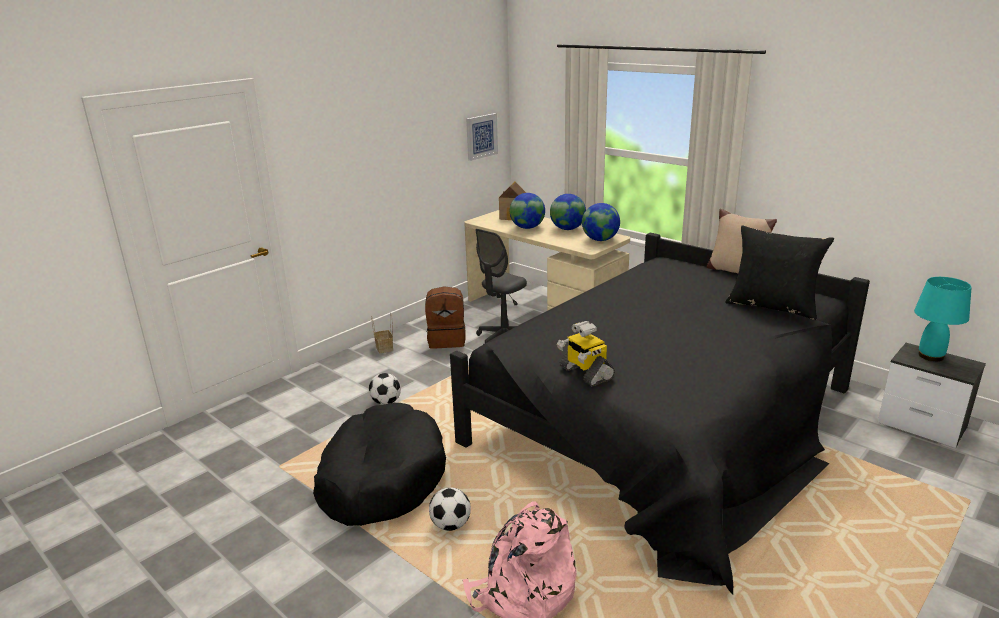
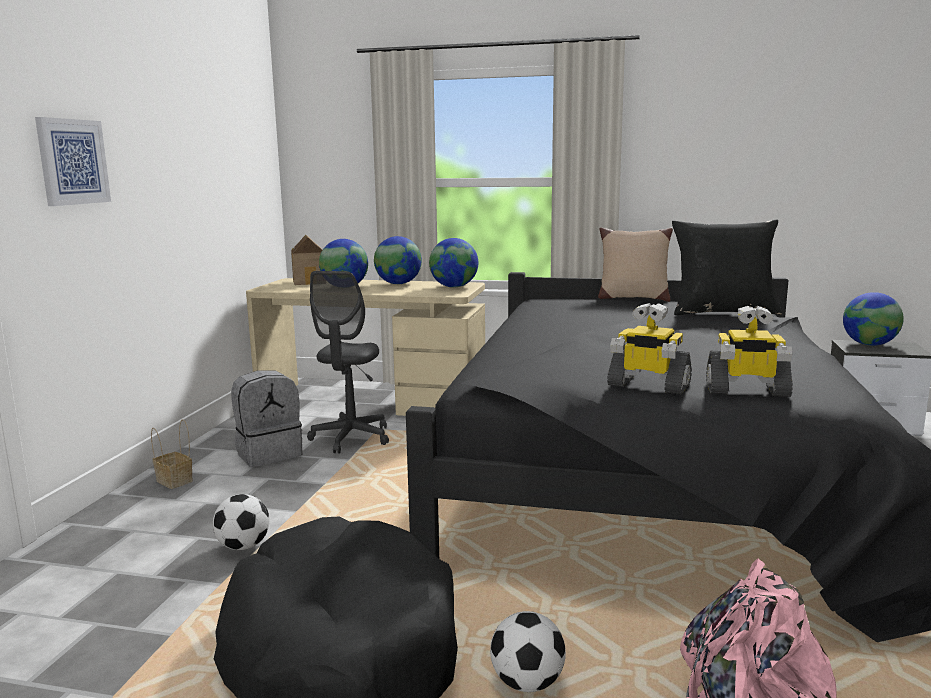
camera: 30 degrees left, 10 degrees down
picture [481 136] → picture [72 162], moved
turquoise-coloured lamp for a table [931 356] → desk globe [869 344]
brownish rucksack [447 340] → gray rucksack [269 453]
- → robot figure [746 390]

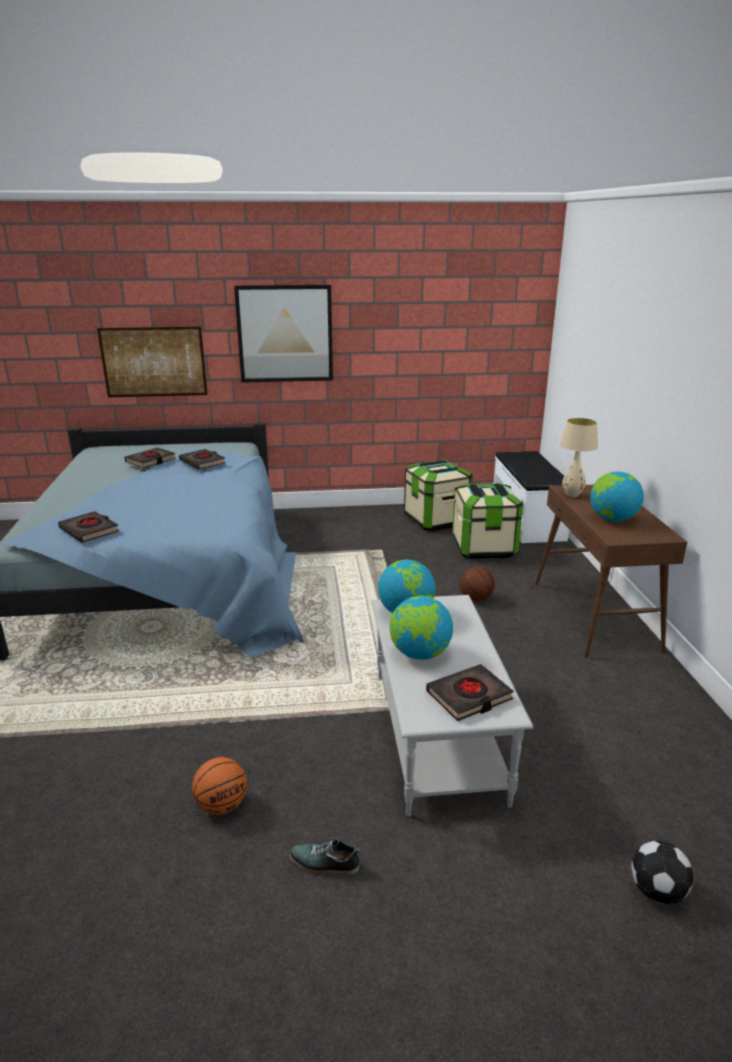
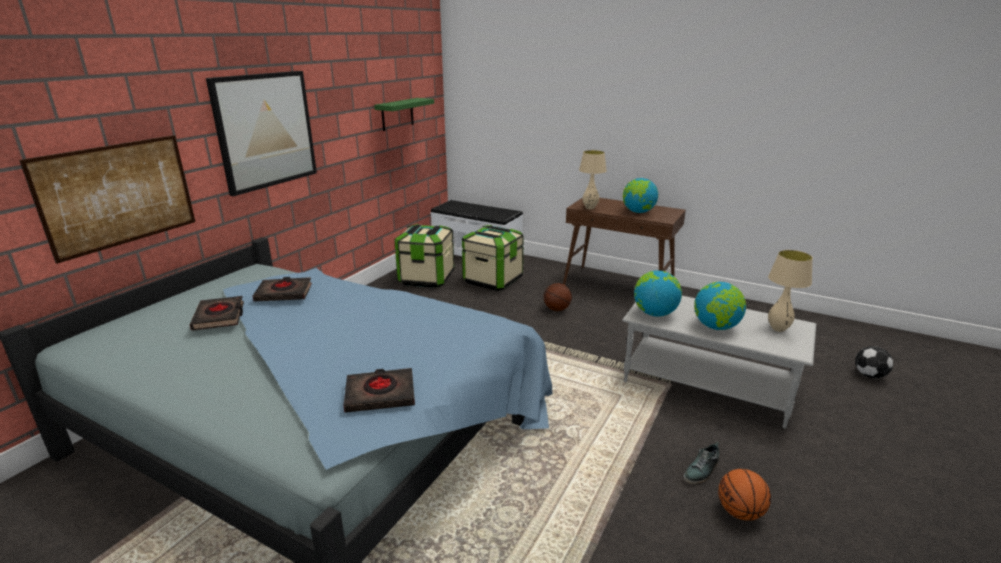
camera: 55 degrees left, 0 degrees up
black bound book [469 696] → beige lamp for a table [778 329]
low shoe [324 863] → low shoe [701 471], moved
- → green wall shelf [397 114]

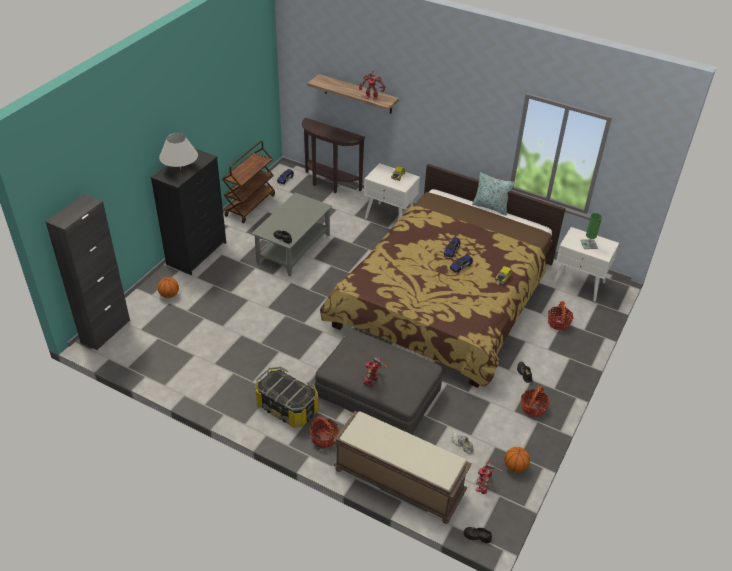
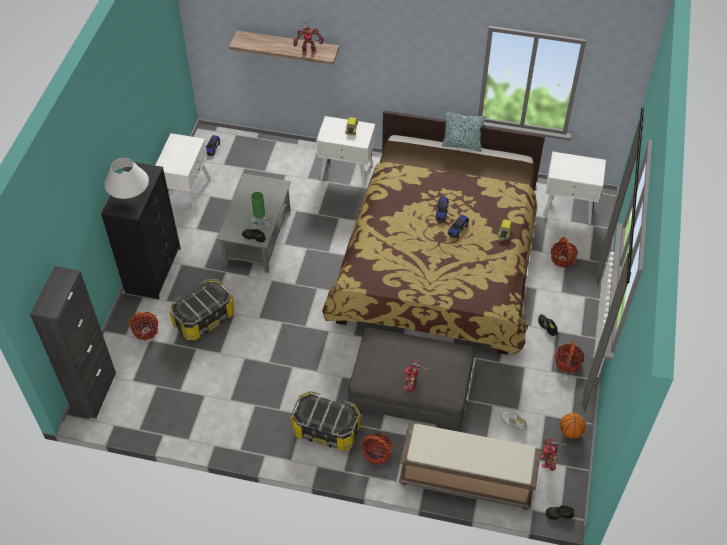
camera: 15 degrees left, 10 degrees up
brownish console table [329 184] → -
brownish wheeled cart [250 205] → whitish bedside table [186 192]
green lamp for a table [588 244] → green lamp for a table [260 222], moved
ball for basketball [169 295] → household basket [145 330]
- → storage container [204 318]

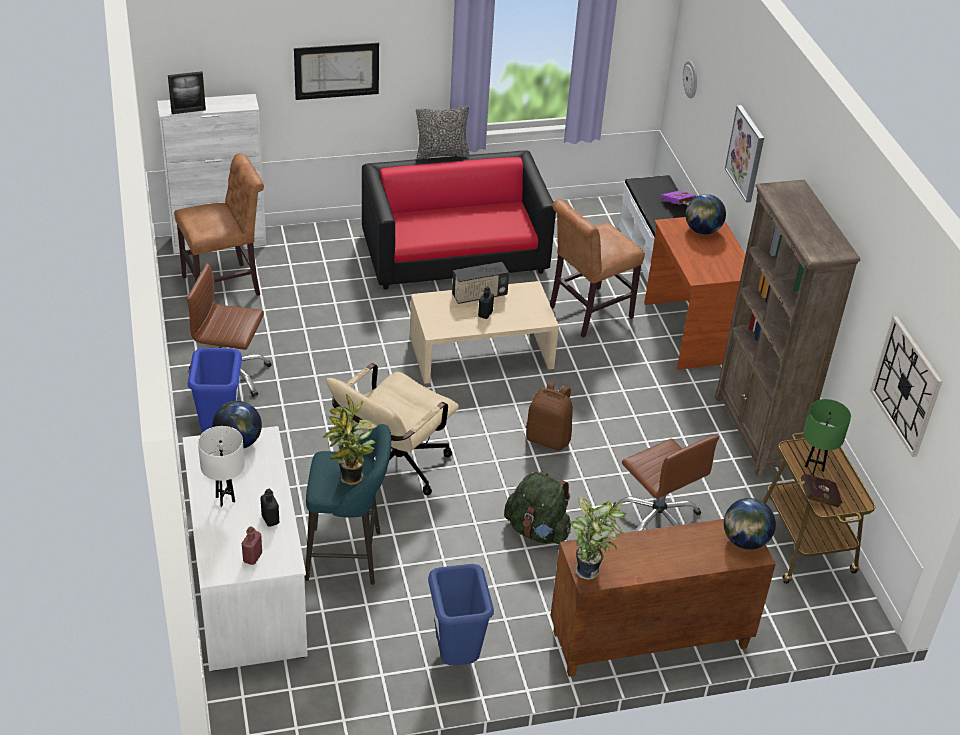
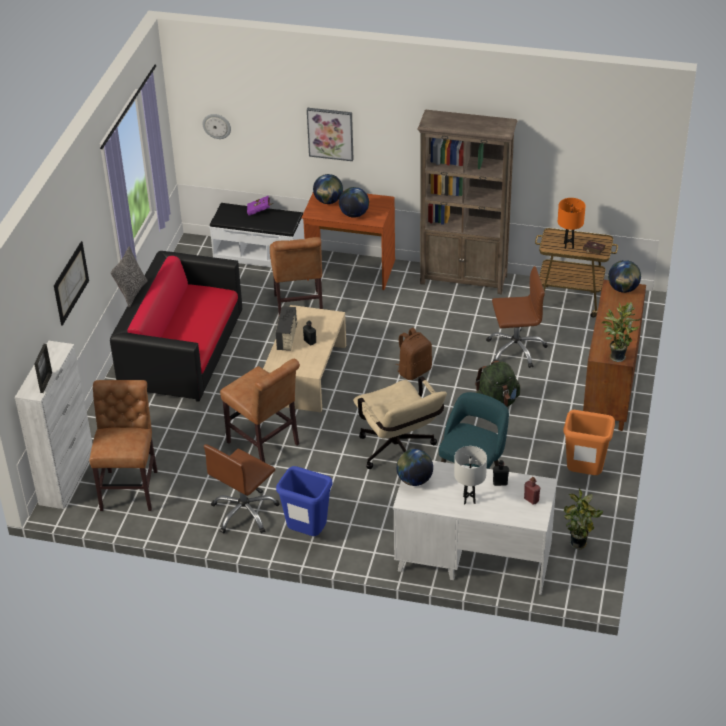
camera: 60 degrees left, 0 degrees up
clock on the wall [906 386] → -
plant in a pot [350 479] → plant in a pot [580 545], moved
green lamp for a table [814 469] → orangey lamp for a table [568 245]
blue-coloured waste bin [456 656] → orangey waste bin [584 474]
- → desk globe [354 214]
- → brownish chair [265 445]

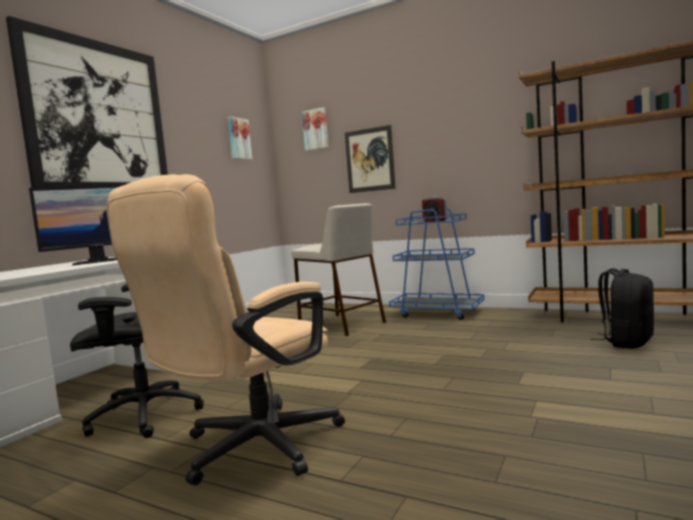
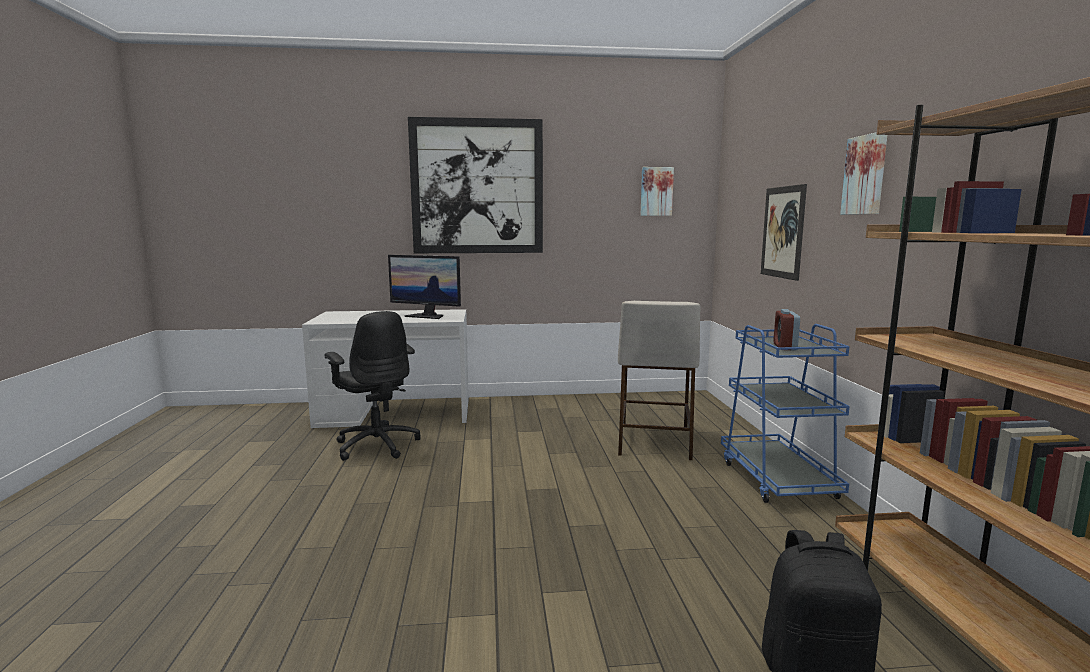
camera: 55 degrees right, 5 degrees up
picture [316 129] → picture [866 175], moved
beige computer chair [248 450] → -

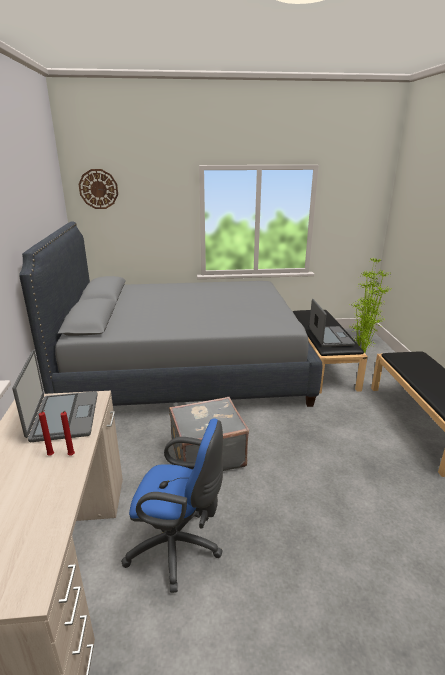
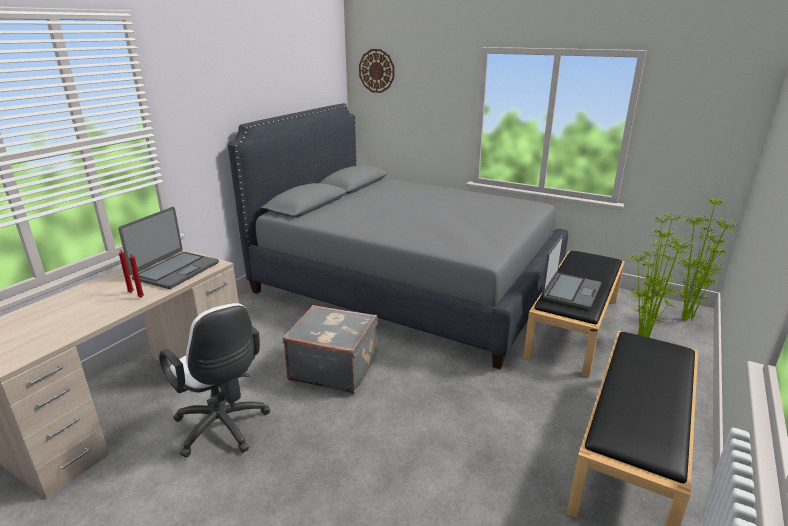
camera: 35 degrees right, 0 degrees up
blue-coloured computer chair [178 548] → whitish computer chair [224 428]

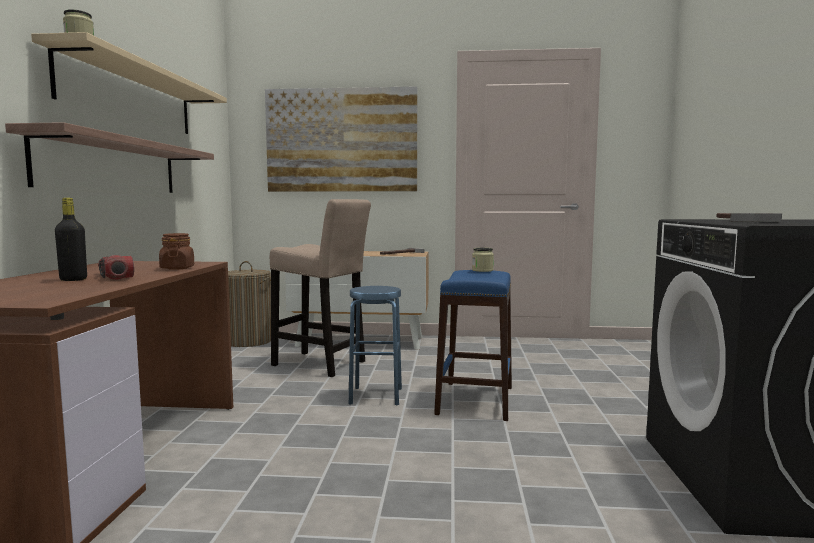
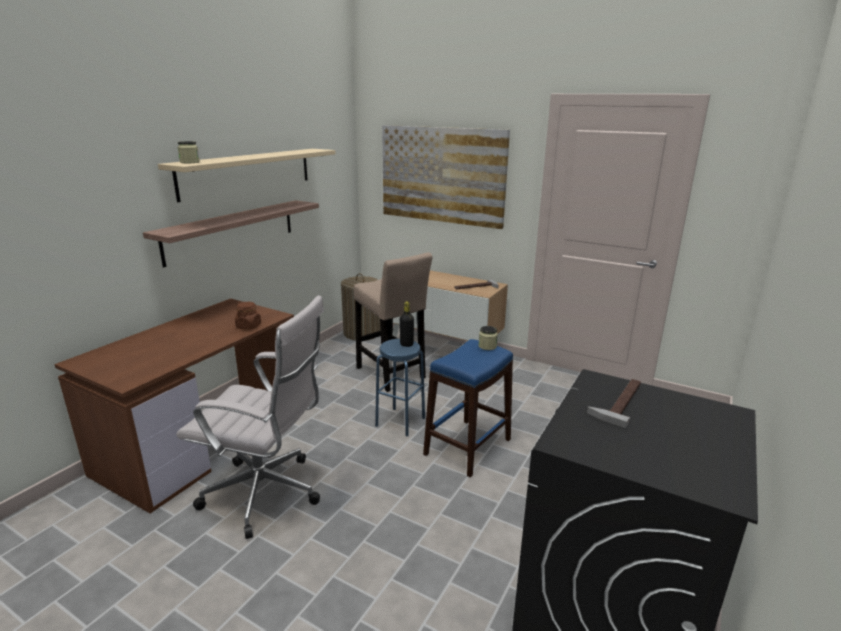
camera: 25 degrees right, 15 degrees up
black drink bottle [73 279] → black drink bottle [406 344], moved
torch [113 277] → -
- → whitish computer chair [267 494]

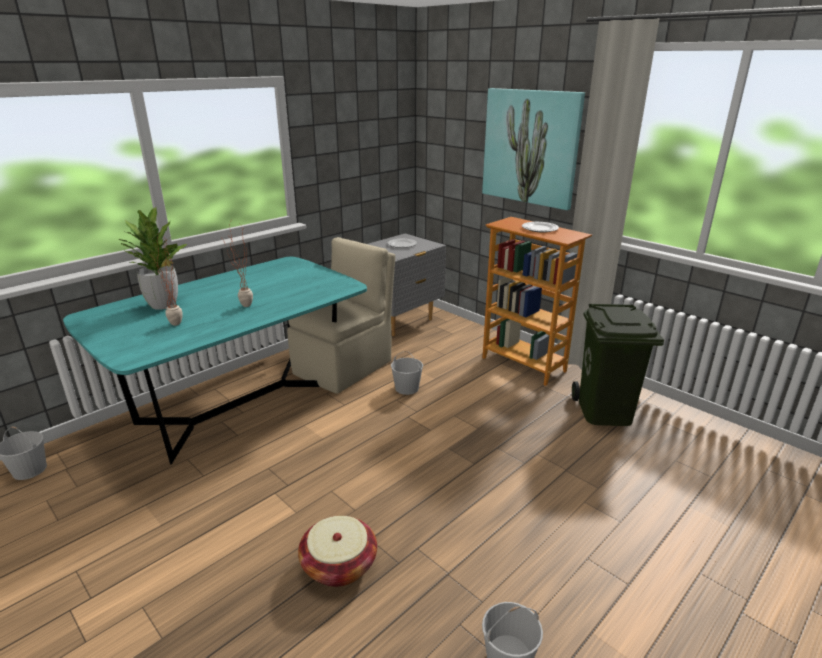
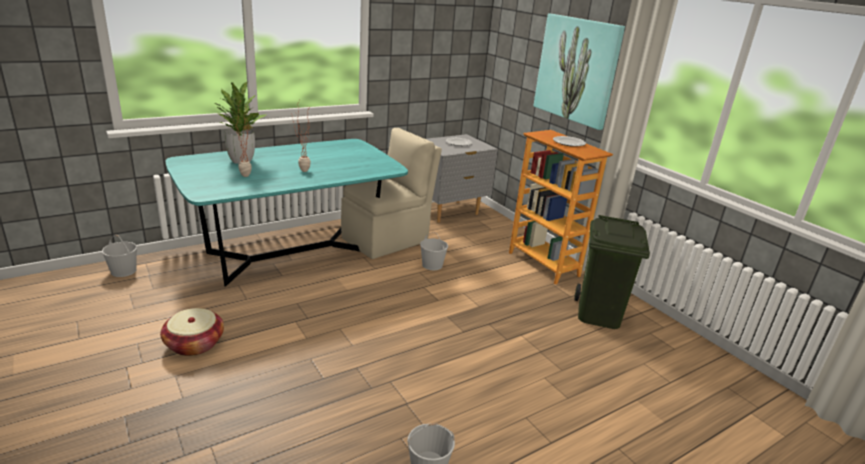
camera: 10 degrees right, 0 degrees up
household basket [339 565] → household basket [194 344], moved

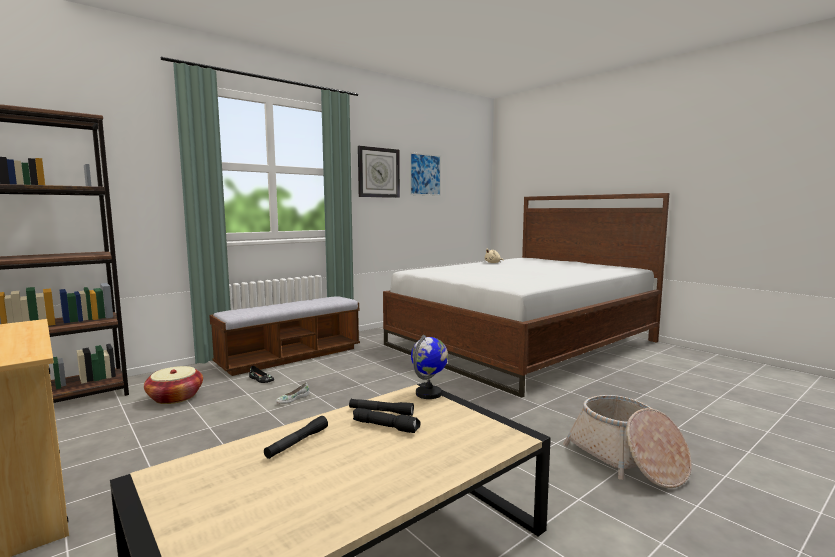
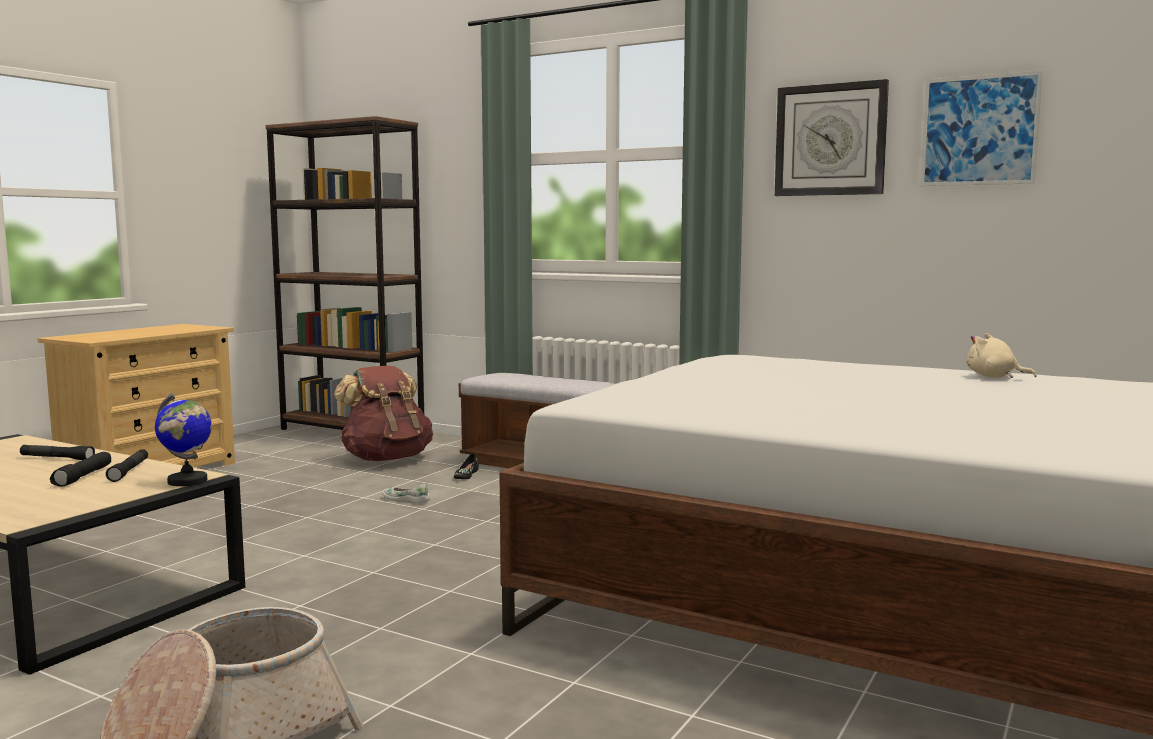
camera: 70 degrees right, 0 degrees up
household basket [175 397] → brownish rucksack [386 459]

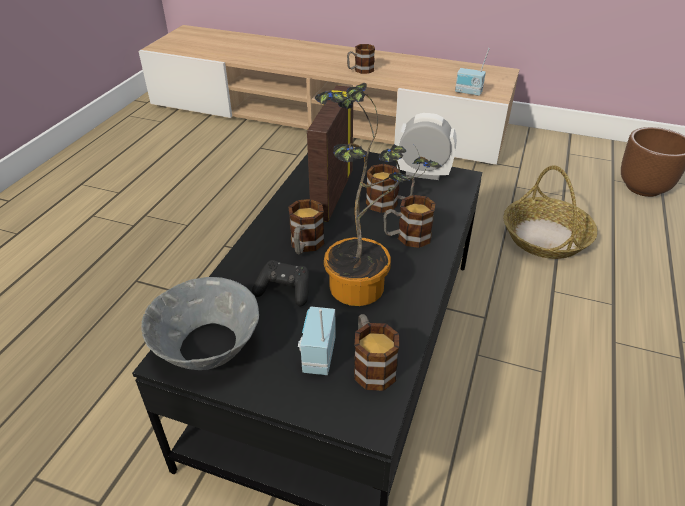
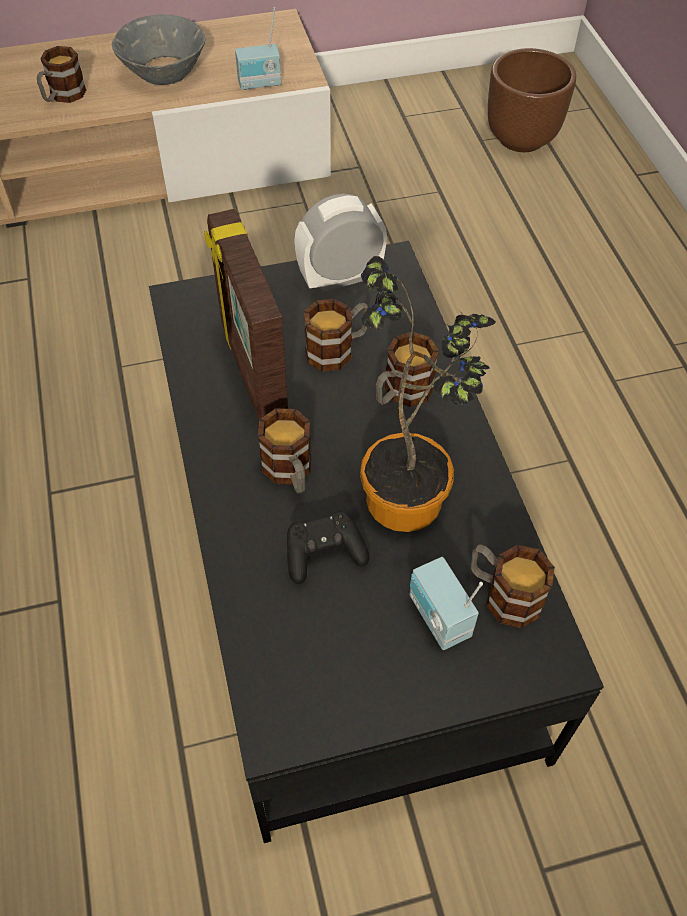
camera: 35 degrees left, 15 degrees up
household basket [544 237] → -
gray serving bowl [207 346] → gray serving bowl [163 72], moved

